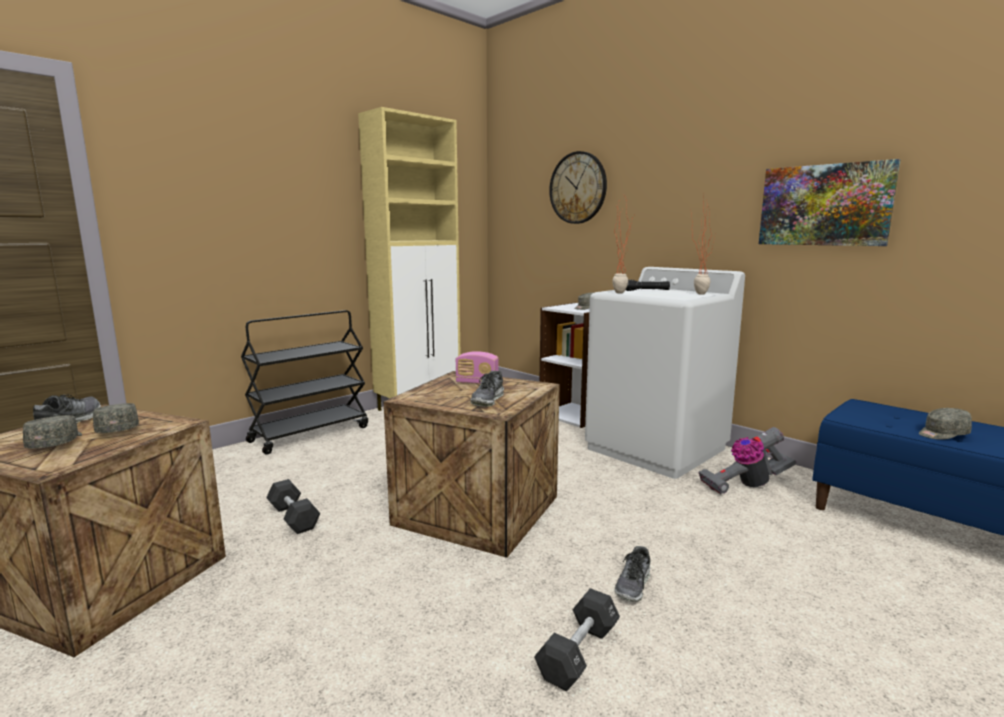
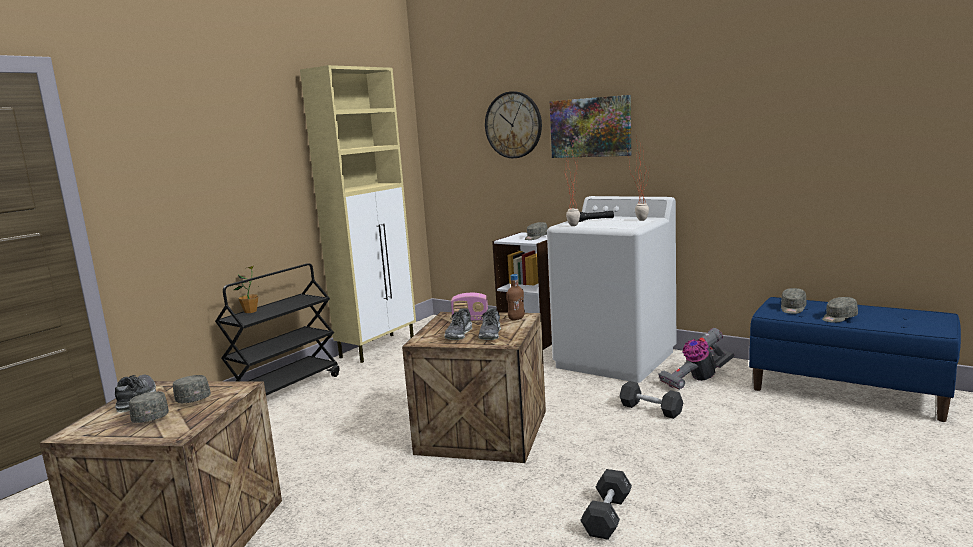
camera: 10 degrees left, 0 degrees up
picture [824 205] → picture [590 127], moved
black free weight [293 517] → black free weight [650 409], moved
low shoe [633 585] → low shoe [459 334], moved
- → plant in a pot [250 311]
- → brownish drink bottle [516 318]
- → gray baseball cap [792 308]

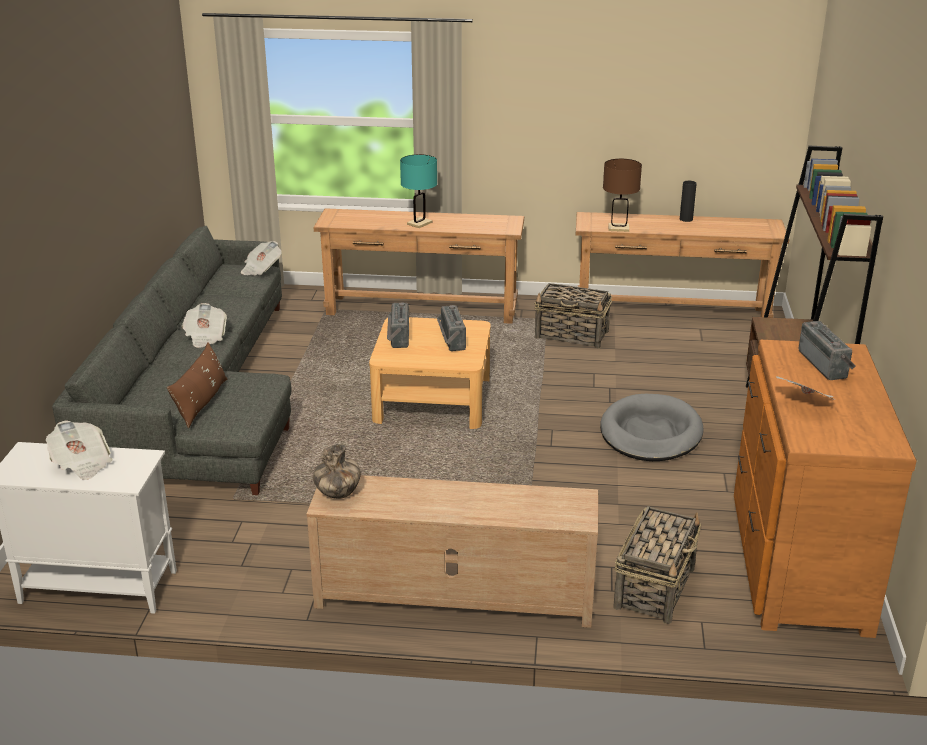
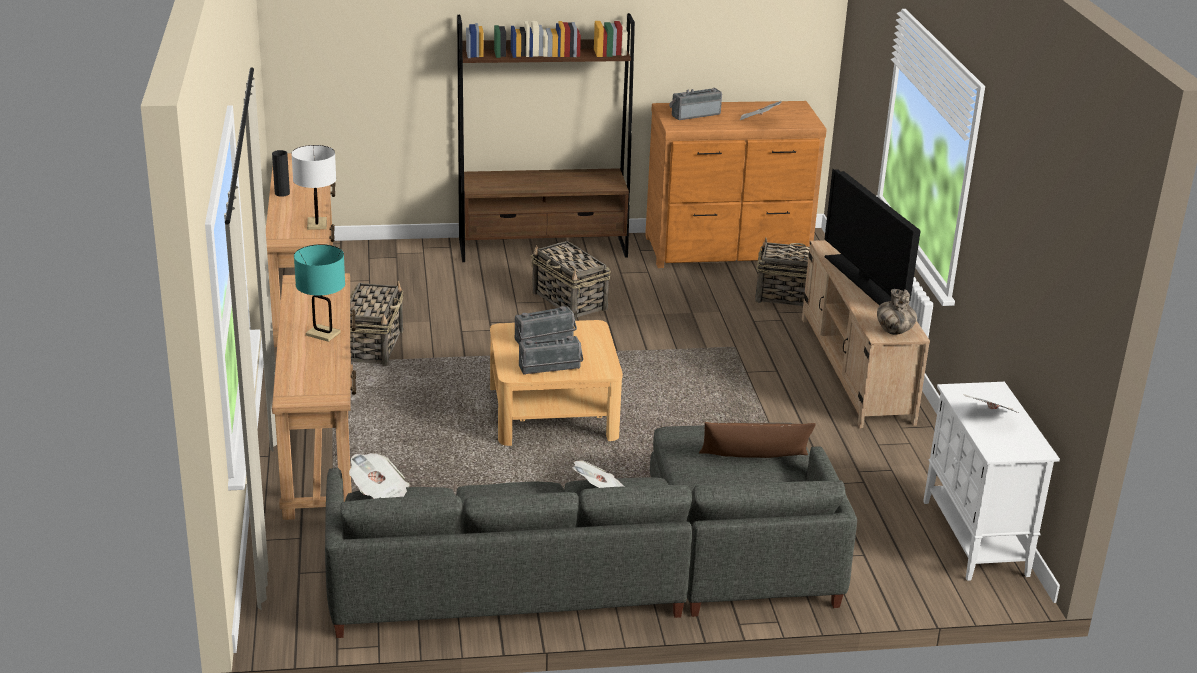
camera: 105 degrees left, 0 degrees up
brownish lamp for a table [618 228] → whitish lamp for a table [317 224]
gray dog cushion [650 433] → household basket [570 301]
- → television [865 283]

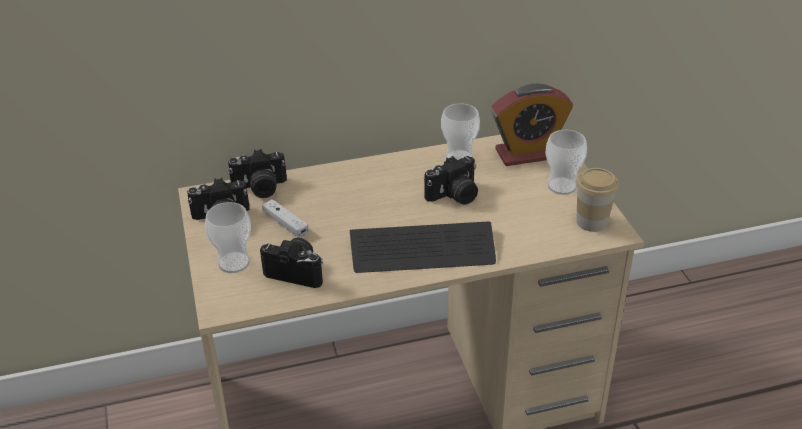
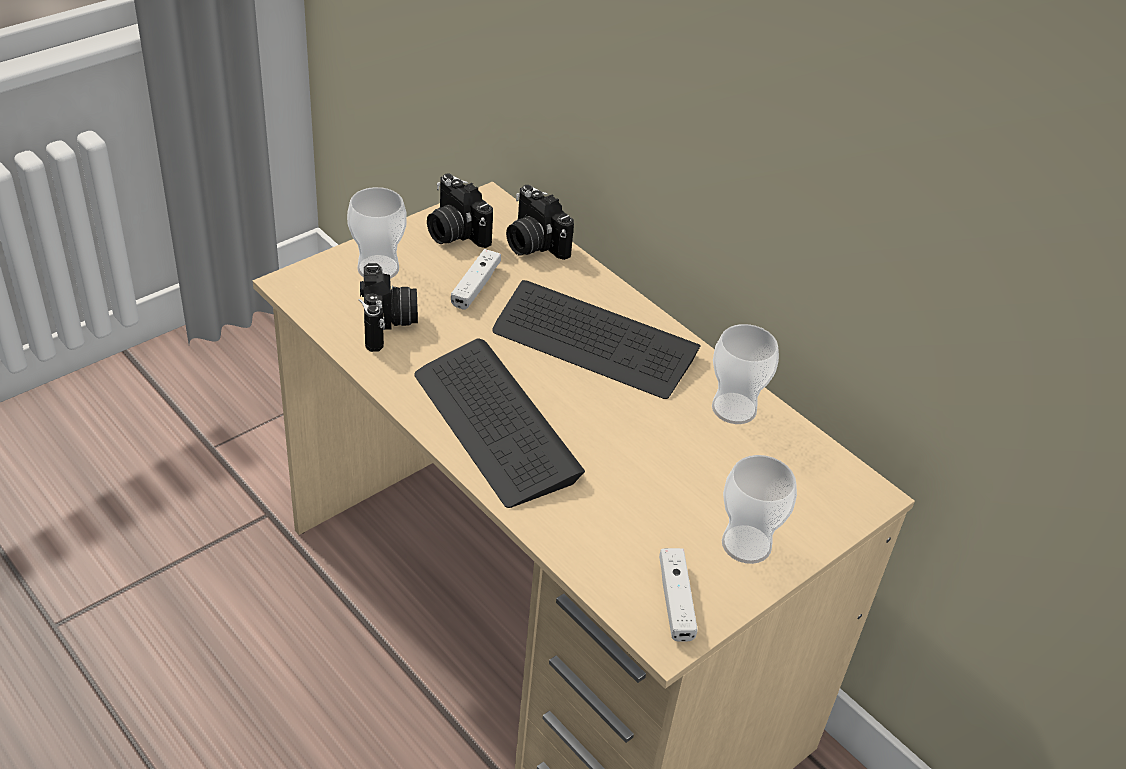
camera: 60 degrees right, 5 degrees up
alarm clock [528 153] → -
photo camera [454 196] → -
cup [591 222] → whitish gamepad [676 601]
- → PC keyboard [594 343]

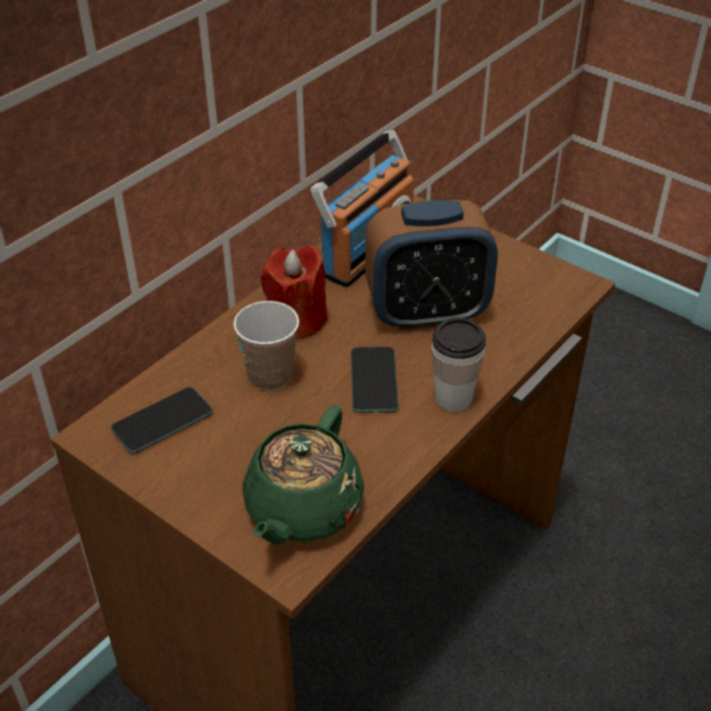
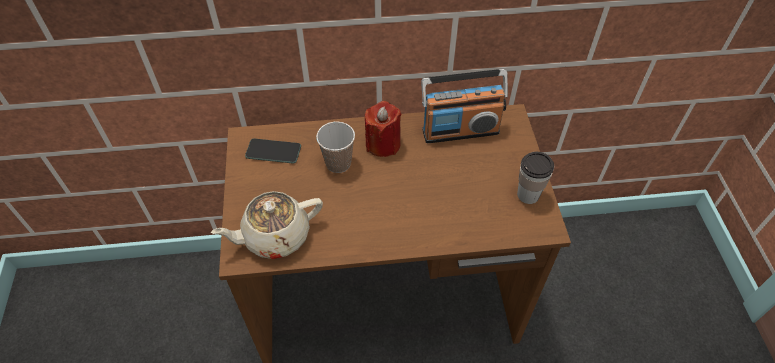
camera: 45 degrees right, 10 degrees up
alarm clock [427 313] → -
cup [453 398] → cup [528 195], moved
handset [374 380] → -
green pot for tea [302 509] → beige pot for tea [275 236]

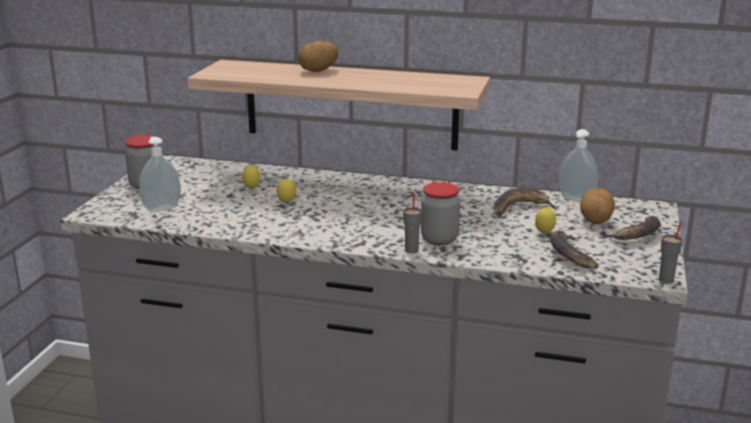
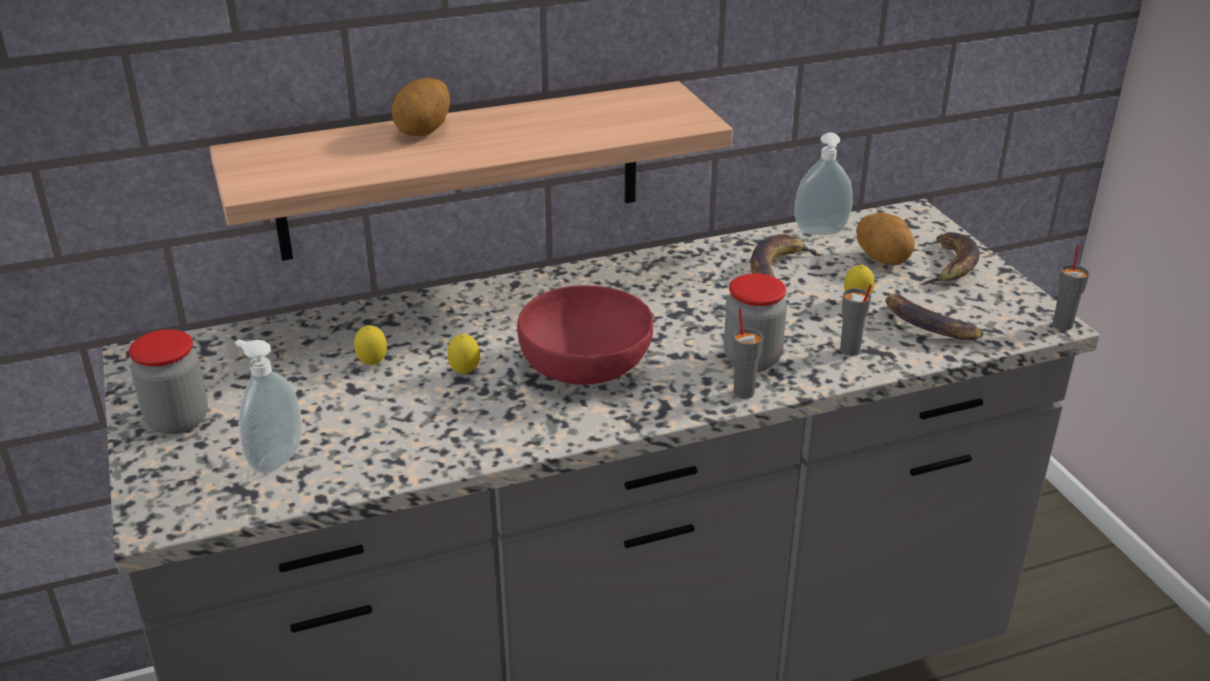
camera: 35 degrees left, 10 degrees up
- → gray cup [850 350]
- → red serving bowl [586 366]

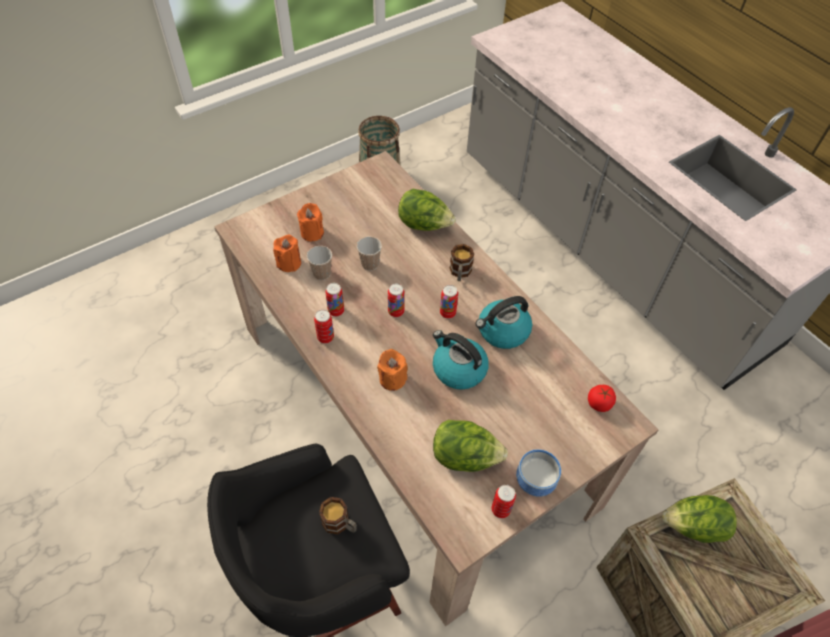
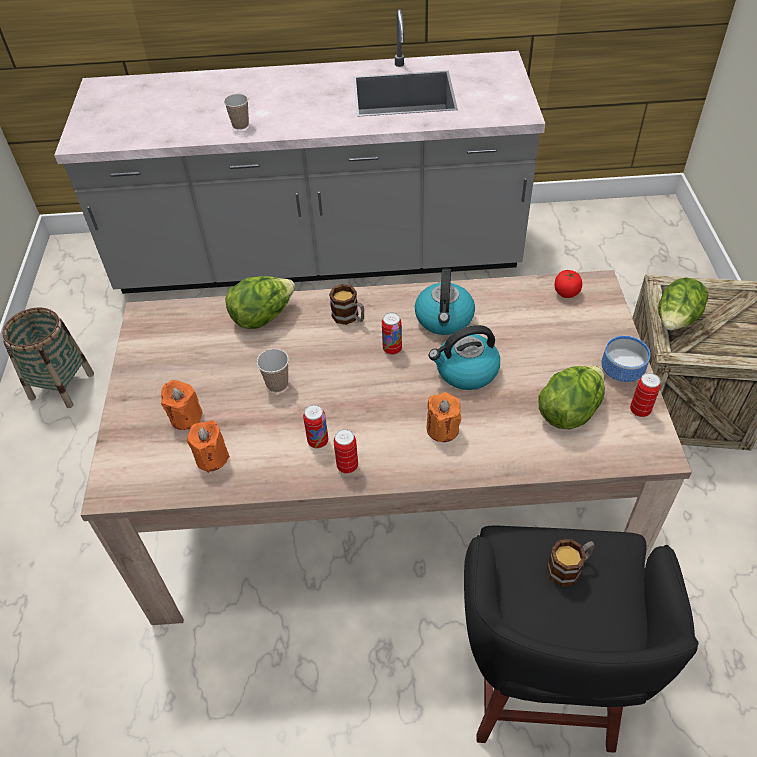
camera: 55 degrees left, 5 degrees down
cup [322 273] → cup [240 125], moved
sealed can [396 312] → -

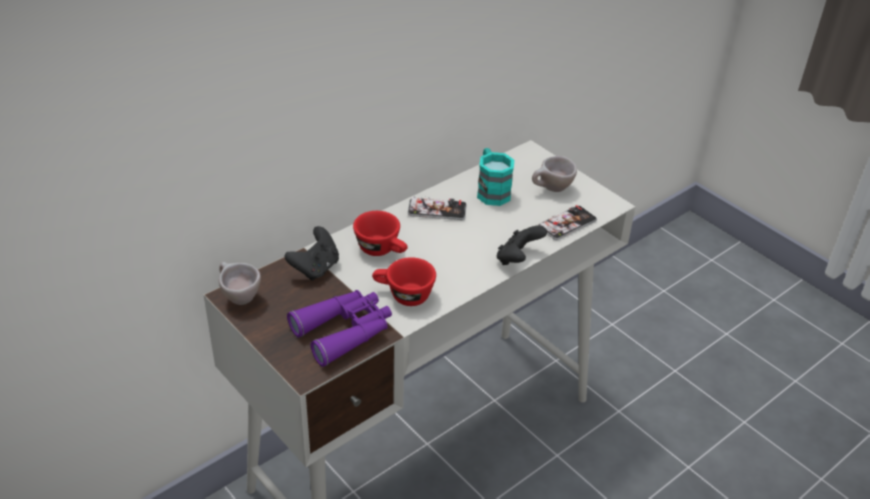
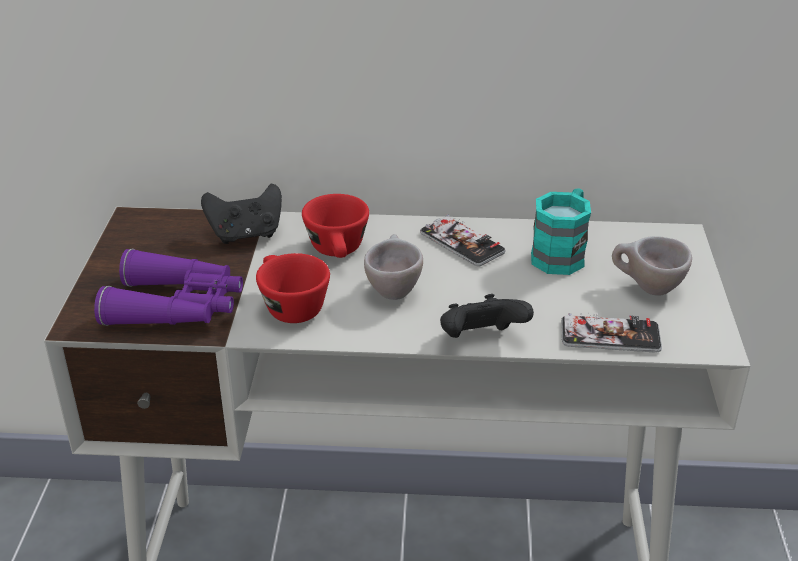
camera: 45 degrees right, 5 degrees down
beige cup [237 297] → beige cup [392 289], moved

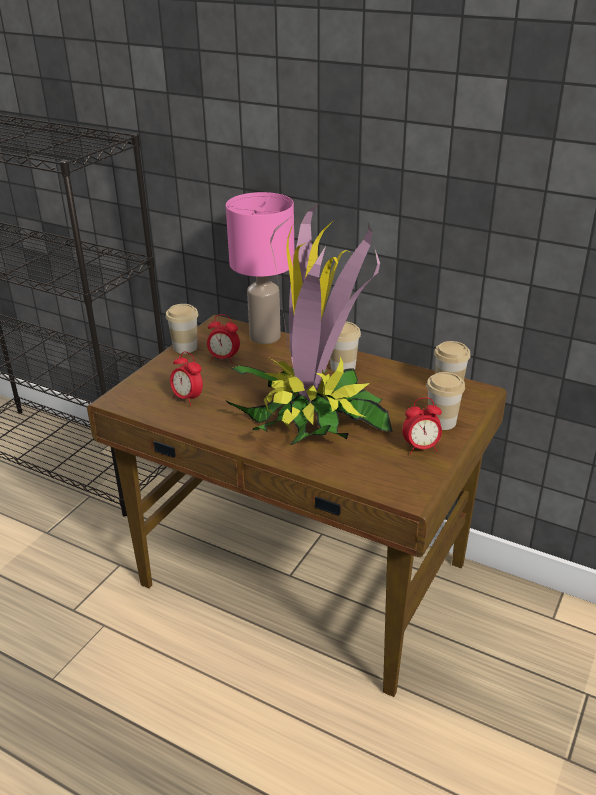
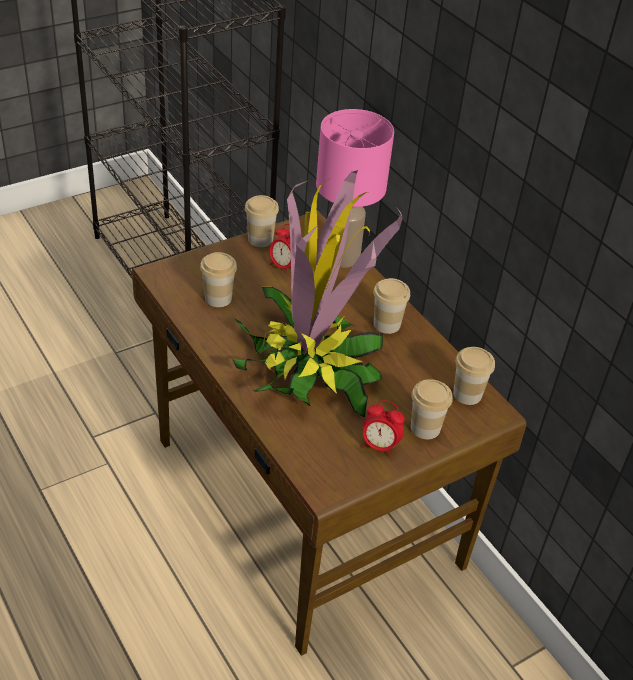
camera: 25 degrees right, 10 degrees up
alarm clock [187 398] → cup [218 298]

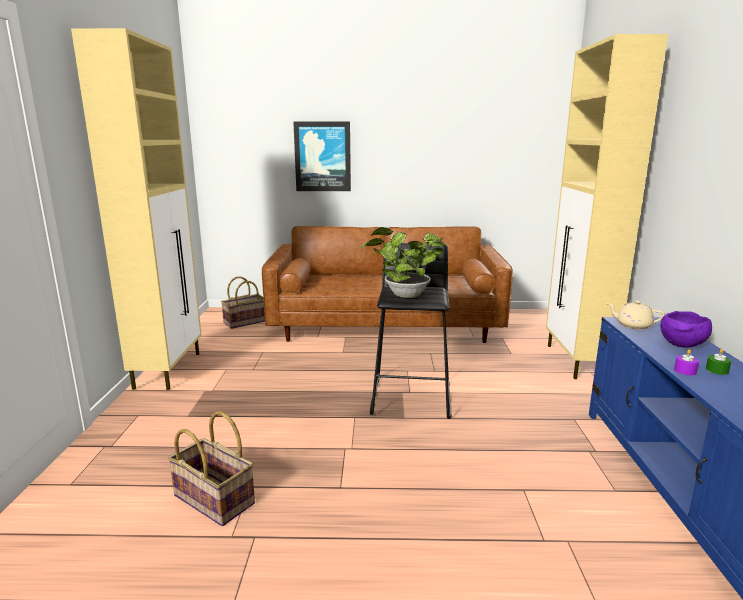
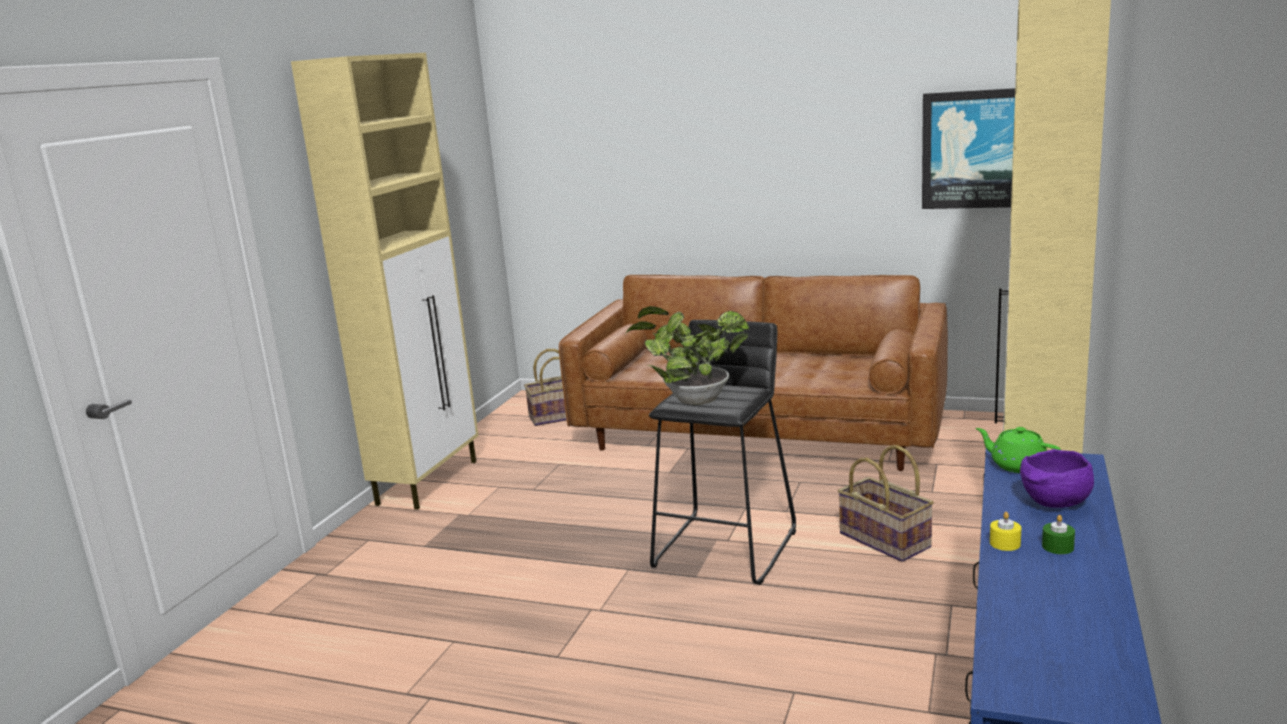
camera: 20 degrees right, 0 degrees up
picture [322 156] → picture [971 150], moved
beige pot for tea [632 325] → green pot for tea [1017 465]
purplish candle [685 371] → yellowish candle [1005 543]
household basket [215 499] → household basket [886 540], moved

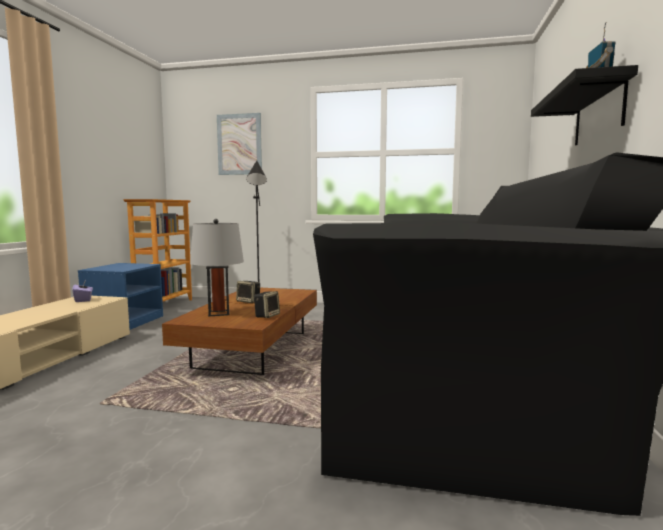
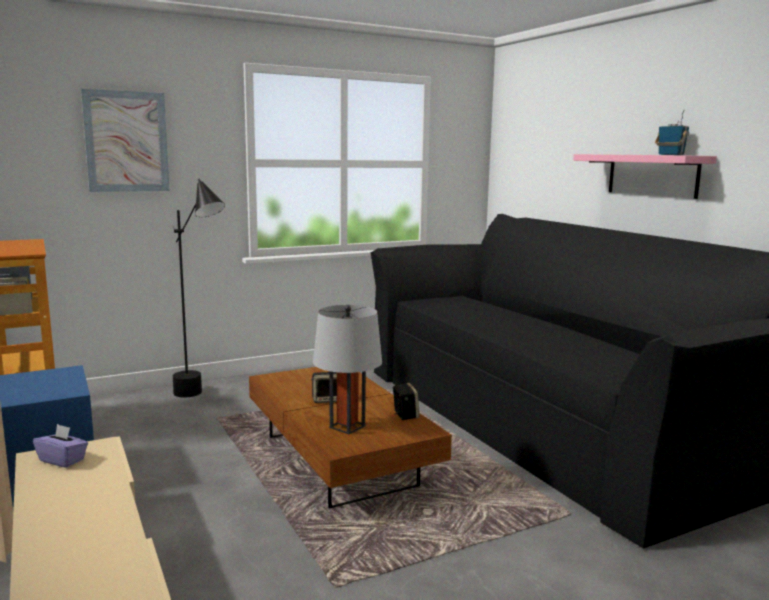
camera: 40 degrees left, 5 degrees up
black wall shelf [598 113] → pink wall shelf [652 175]

